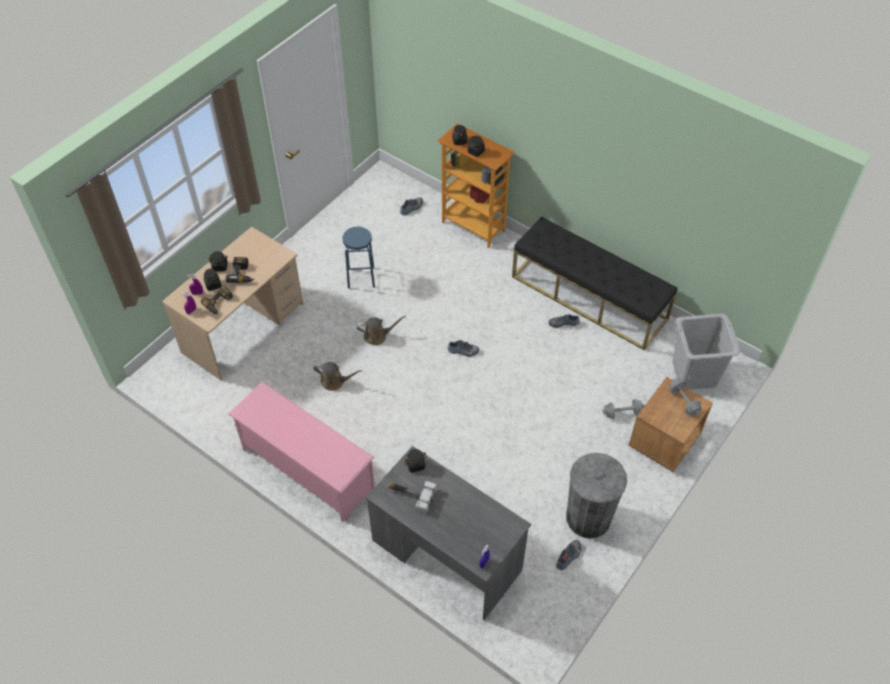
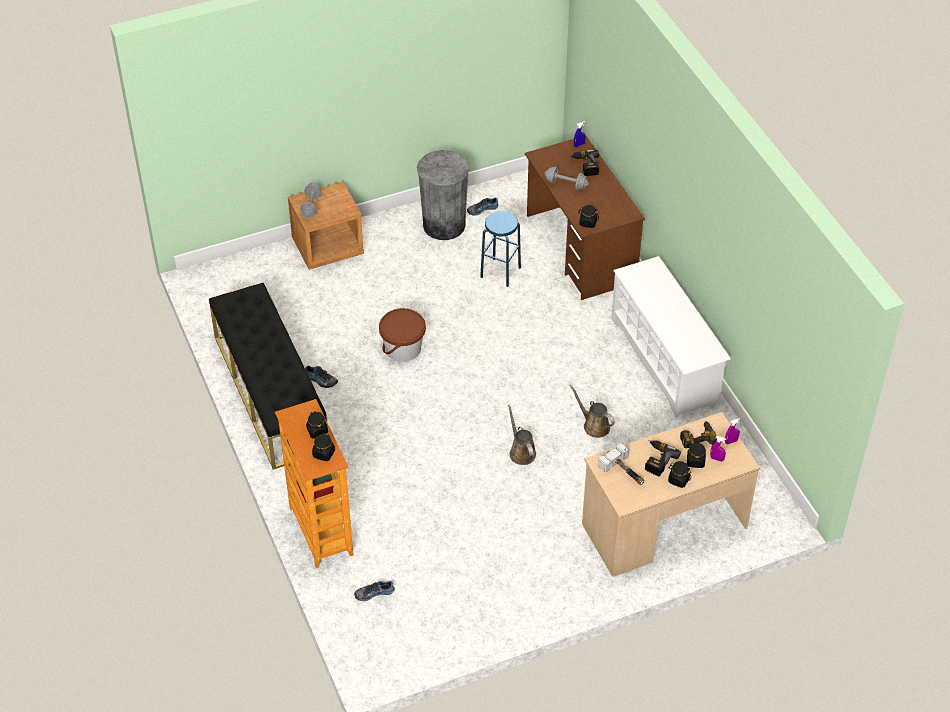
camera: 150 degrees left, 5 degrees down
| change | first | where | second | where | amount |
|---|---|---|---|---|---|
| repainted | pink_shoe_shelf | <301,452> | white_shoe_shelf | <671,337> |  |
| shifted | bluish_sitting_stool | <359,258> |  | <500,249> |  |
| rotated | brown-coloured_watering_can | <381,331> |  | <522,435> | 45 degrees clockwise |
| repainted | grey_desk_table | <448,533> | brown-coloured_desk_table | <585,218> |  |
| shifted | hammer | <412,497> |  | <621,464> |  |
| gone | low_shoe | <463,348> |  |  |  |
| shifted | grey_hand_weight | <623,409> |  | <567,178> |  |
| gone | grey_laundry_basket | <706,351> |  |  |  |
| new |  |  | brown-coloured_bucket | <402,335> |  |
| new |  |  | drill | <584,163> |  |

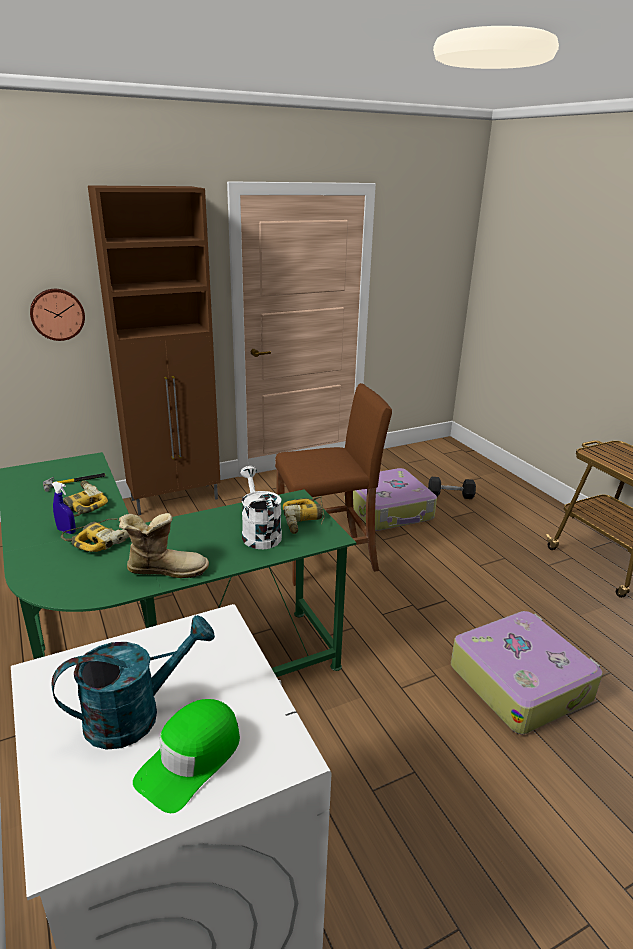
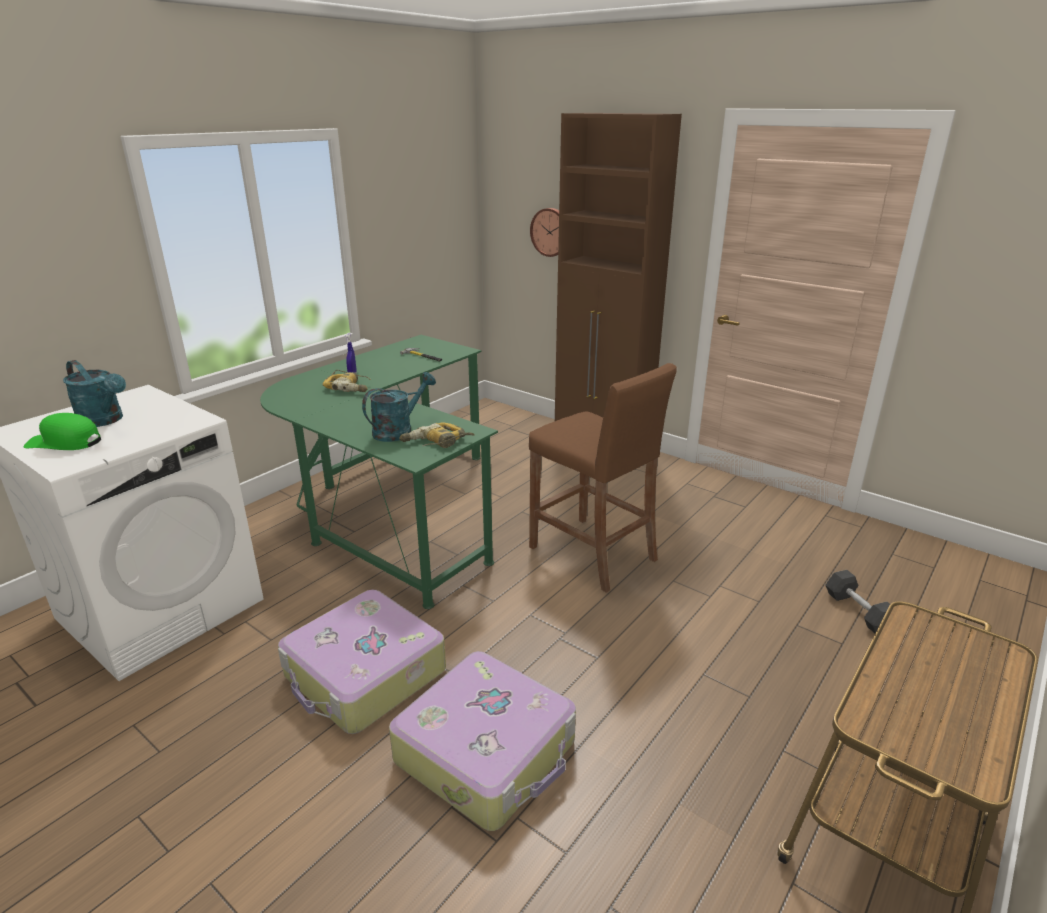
camera: 65 degrees right, 0 degrees up
| change | first | where | second | where | amount |
|---|---|---|---|---|---|
| gone | drill | <85,499> |  |  |  |
| gone | high-top_boot | <164,545> |  |  |  |
| repainted | white_watering_can | <261,507> | turquoise_watering_can | <399,407> |  |
| shifted | suitcase | <390,499> |  | <362,662> |  |

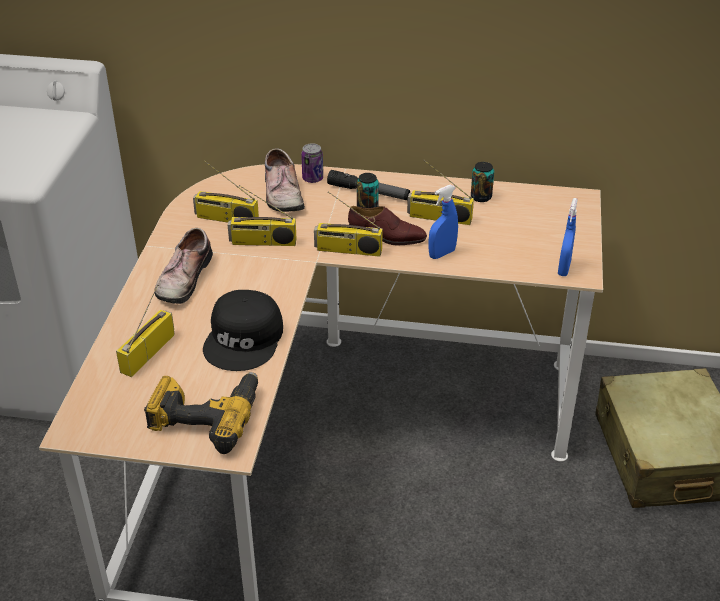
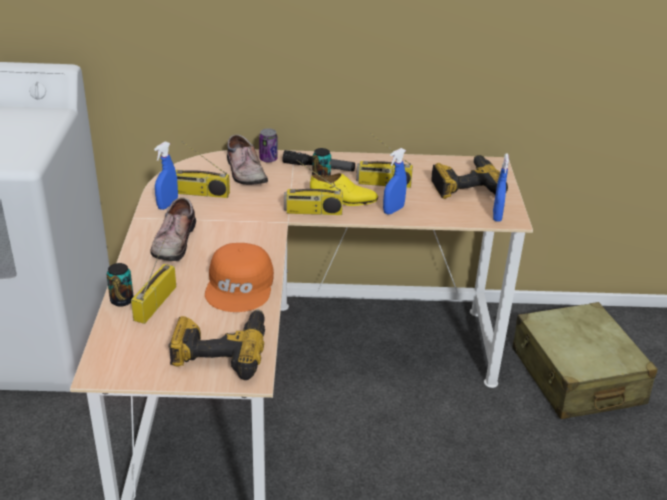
camera: 10 degrees left, 5 degrees down
| change | first | where | second | where | amount |
|---|---|---|---|---|---|
| repainted | black_cap | <243,330> | orangey_cap | <239,277> |  |
| gone | radio_set | <262,215> |  |  |  |
| repainted | brown-coloured_low_shoe | <387,225> | yellowish_low_shoe | <344,189> |  |
| shifted | sealed_can | <482,182> |  | <120,285> |  |
| new |  |  | bluish_hand_sprayer | <166,176> |  |
| new |  |  | drill | <470,177> |  |

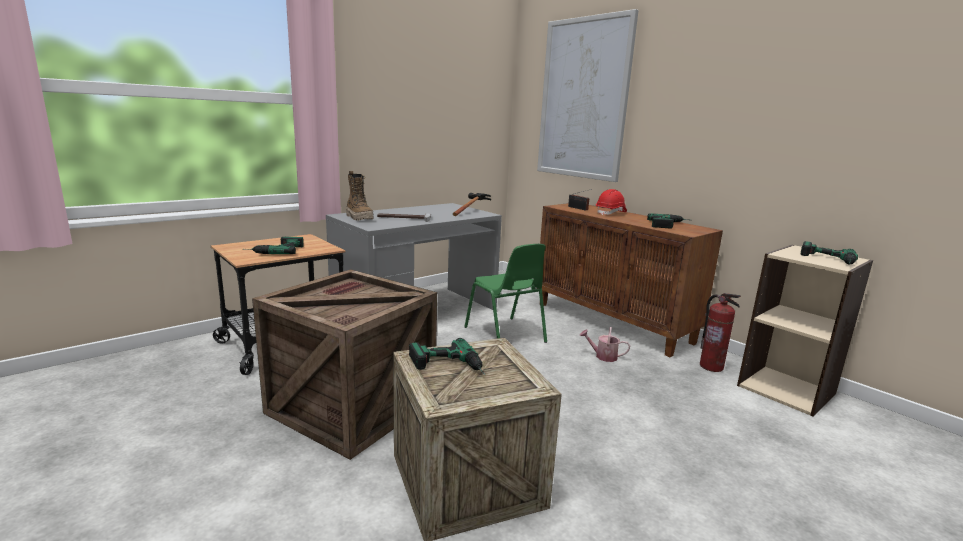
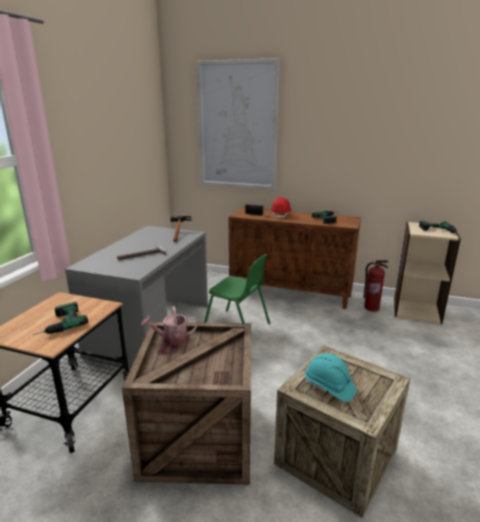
camera: 30 degrees left, 5 degrees up
| change | first | where | second | where | amount |
|---|---|---|---|---|---|
| gone | high-top_boot | <360,196> |  |  |  |
| swapped | drill | <447,356> | turquoise_safety_helmet | <330,377> |  |
| shifted | watering_can | <605,344> |  | <170,325> |  |

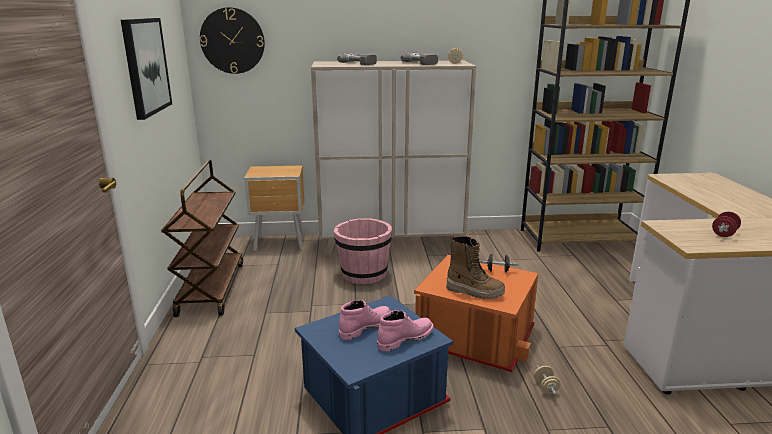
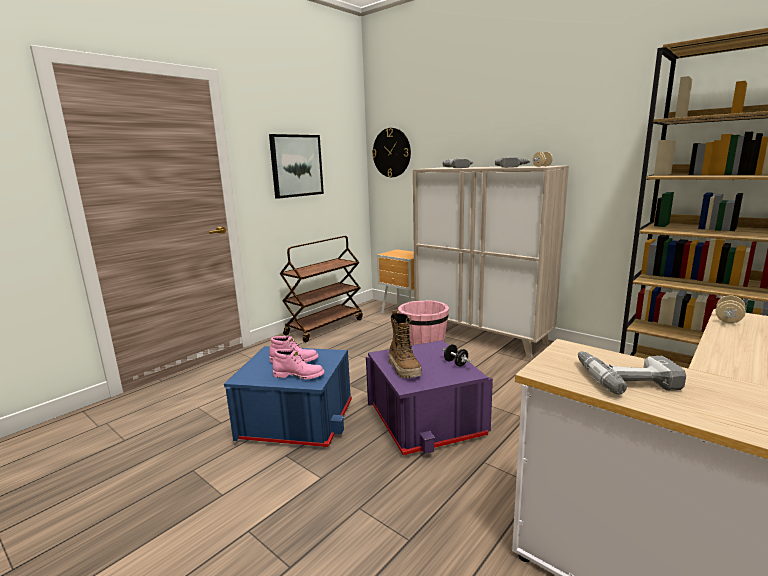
camera: 45 degrees right, 5 degrees down
| change | first | where | second | where | amount |
|---|---|---|---|---|---|
| repainted | orangey_storage_box | <476,313> | purplish_storage_box | <429,397> |  |
| shifted | beige_hand_weight | <547,380> |  | <730,309> |  |
| swapped | reddish_hand_weight | <726,224> | drill | <632,373> |  |

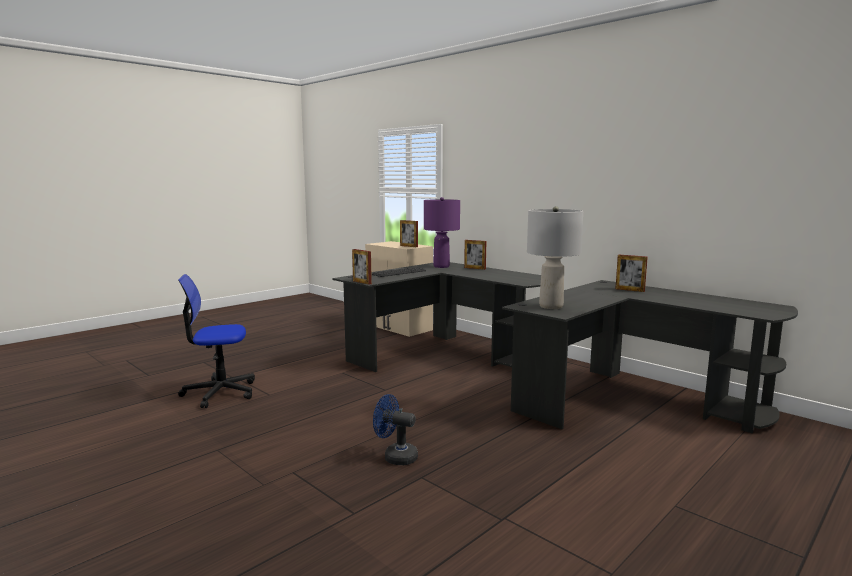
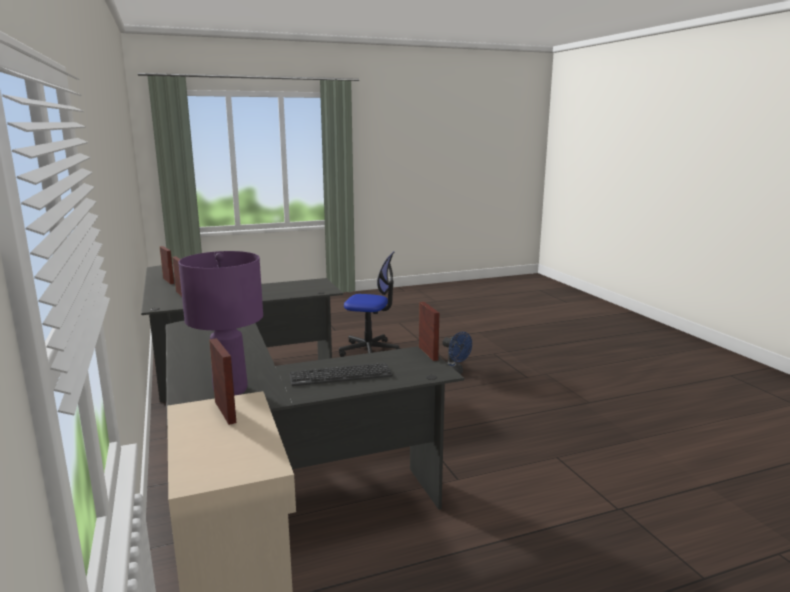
camera: 155 degrees left, 5 degrees up
| change | first | where | second | where | amount |
|---|---|---|---|---|---|
| shifted | desk_chair | <216,341> |  | <370,304> |  |
| shifted | standing_frame | <475,255> |  | <167,265> |  |
| gone | grey_lamp_for_a_table | <555,257> |  |  |  |

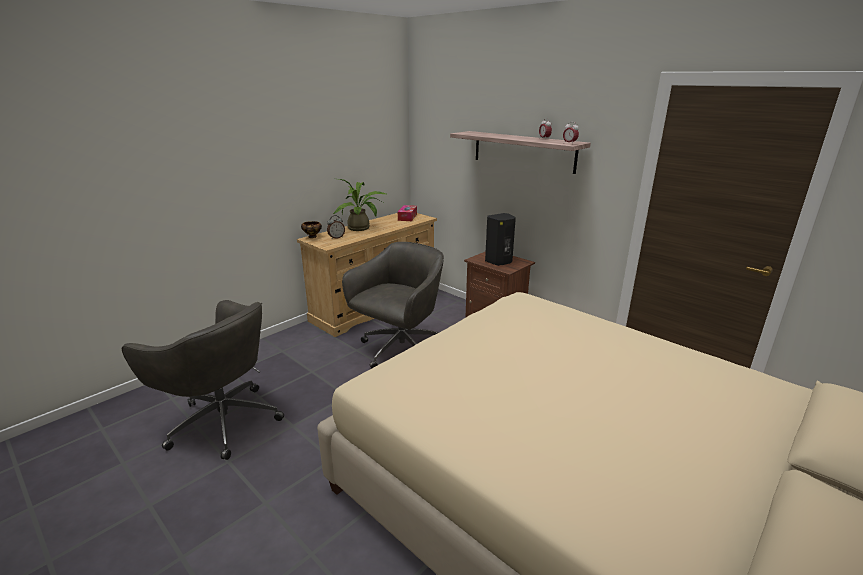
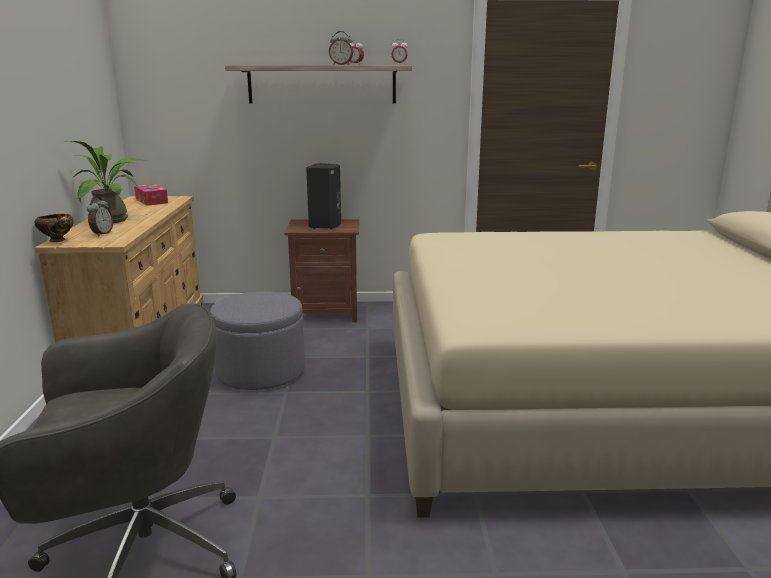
camera: 45 degrees left, 5 degrees down
| change | first | where | second | where | amount |
|---|---|---|---|---|---|
| swapped | grey_desk_chair | <393,305> | grey_pouffe | <257,341> |  |
| new |  |  | table_clock | <341,48> |  |

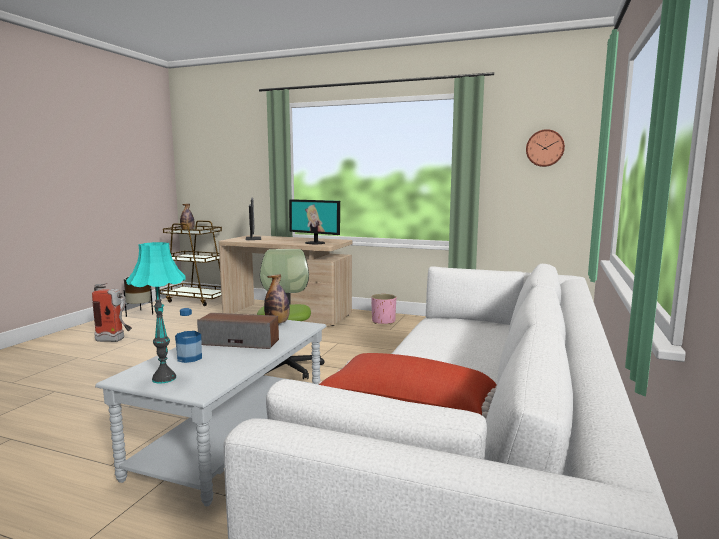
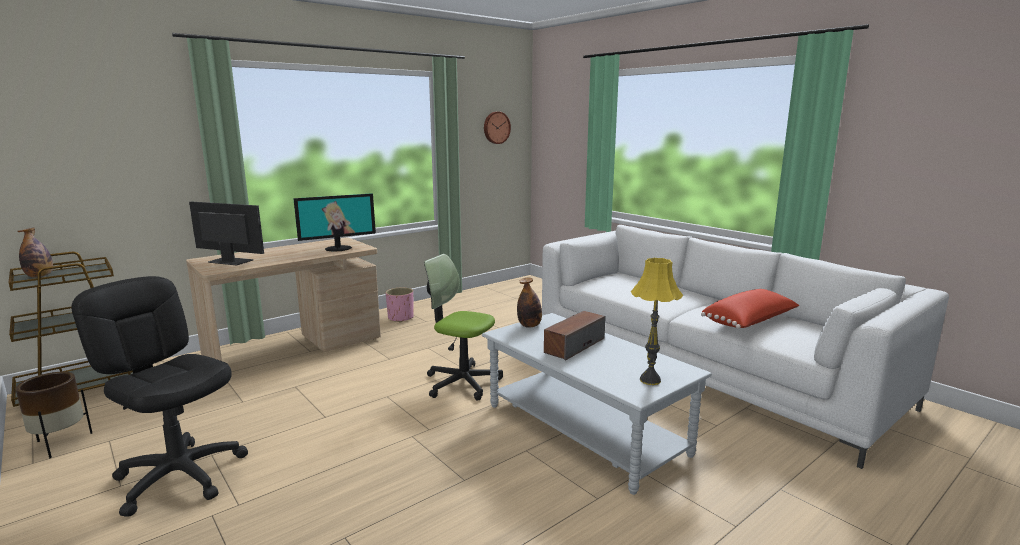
camera: 60 degrees left, 5 degrees up
| change | first | where | second | where | amount |
|---|---|---|---|---|---|
| swapped | fire_extinguisher | <112,312> | black_desk_chair | <159,396> |  |
| repainted | turquoise_lamp_for_a_table | <156,312> | yellowish_lamp_for_a_table | <657,321> |  |
| gone | drink_bottle | <188,335> |  |  |  |

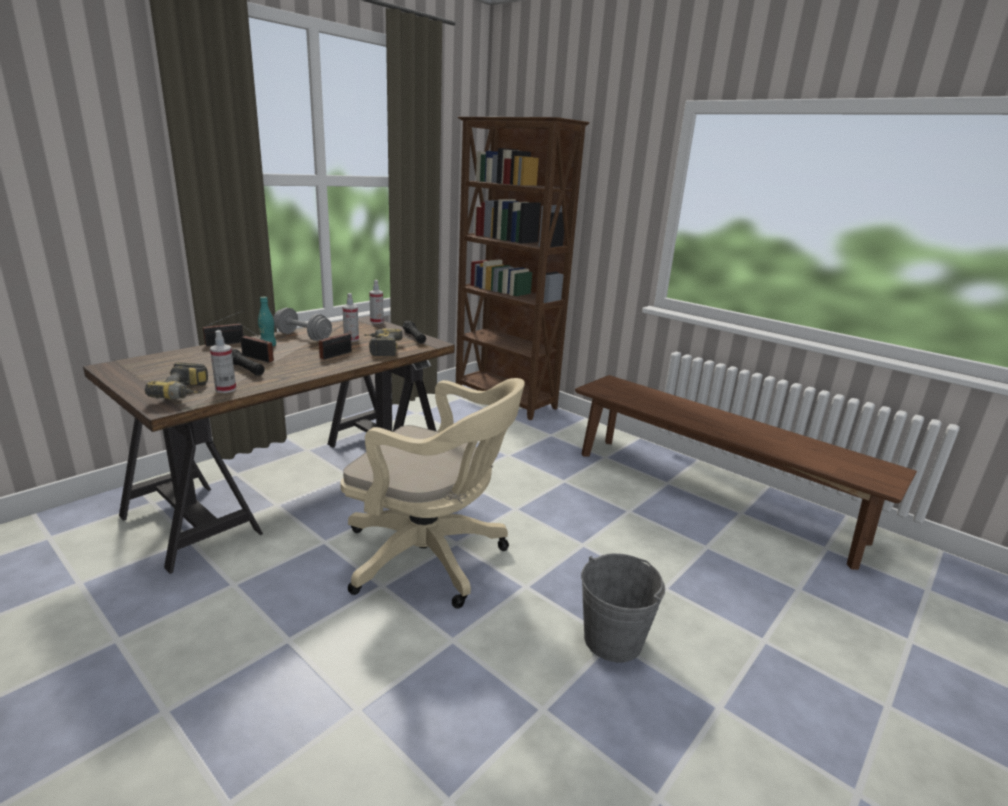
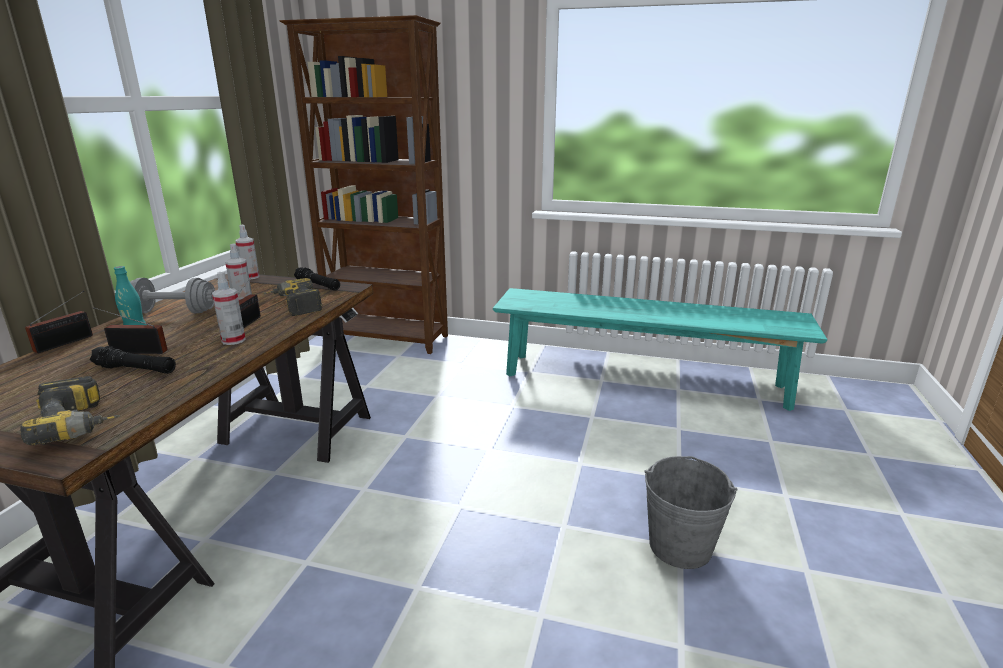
camera: 25 degrees left, 0 degrees up
| change | first | where | second | where | amount |
|---|---|---|---|---|---|
| shifted | hand_sprayer | <223,361> |  | <229,308> |  |
| gone | beige_desk_chair | <432,493> |  |  |  |
| repainted | brown-coloured_bench | <746,472> | turquoise_bench | <660,349> |  |

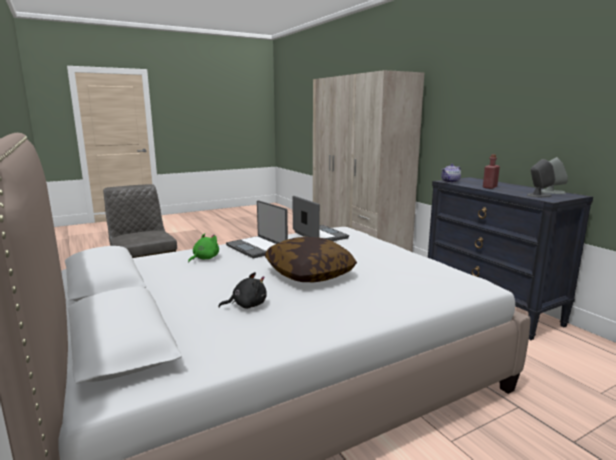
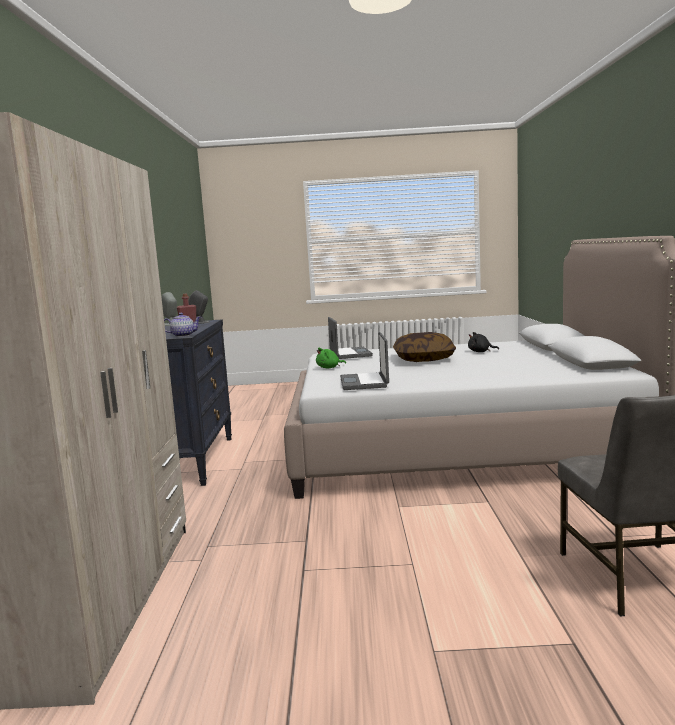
camera: 150 degrees left, 5 degrees down
| change | first | where | second | where | amount |
|---|---|---|---|---|---|
| shifted | green-coloured_cuddly_toy | <203,248> |  | <331,358> |  |
| shifted | laptop | <257,229> |  | <350,338> |  |

